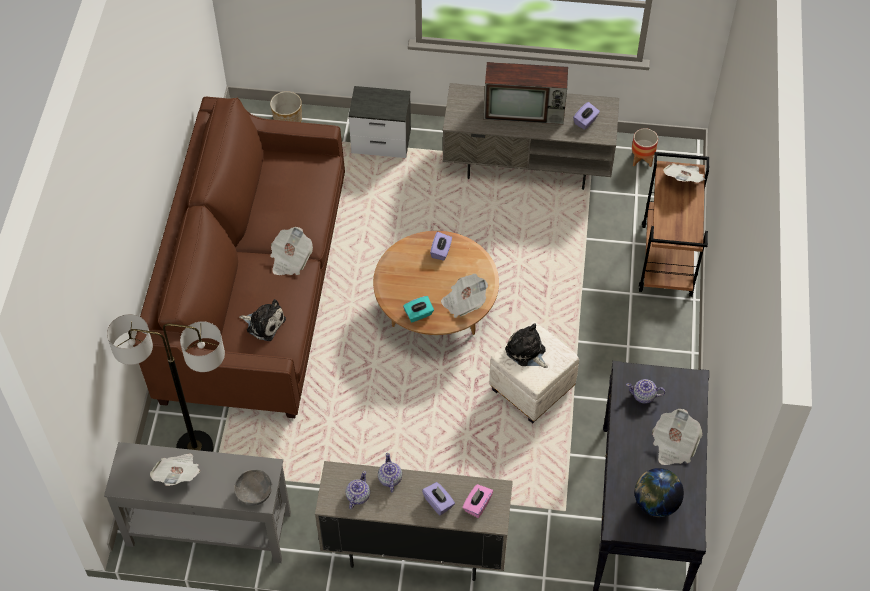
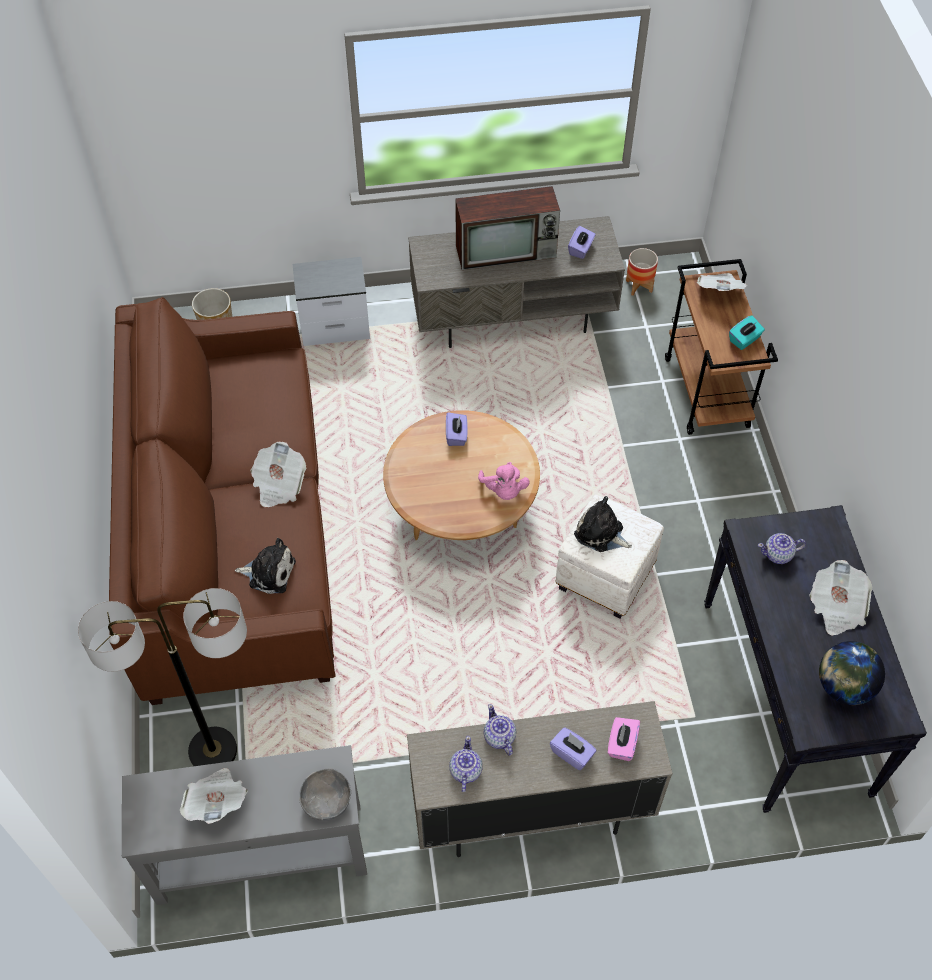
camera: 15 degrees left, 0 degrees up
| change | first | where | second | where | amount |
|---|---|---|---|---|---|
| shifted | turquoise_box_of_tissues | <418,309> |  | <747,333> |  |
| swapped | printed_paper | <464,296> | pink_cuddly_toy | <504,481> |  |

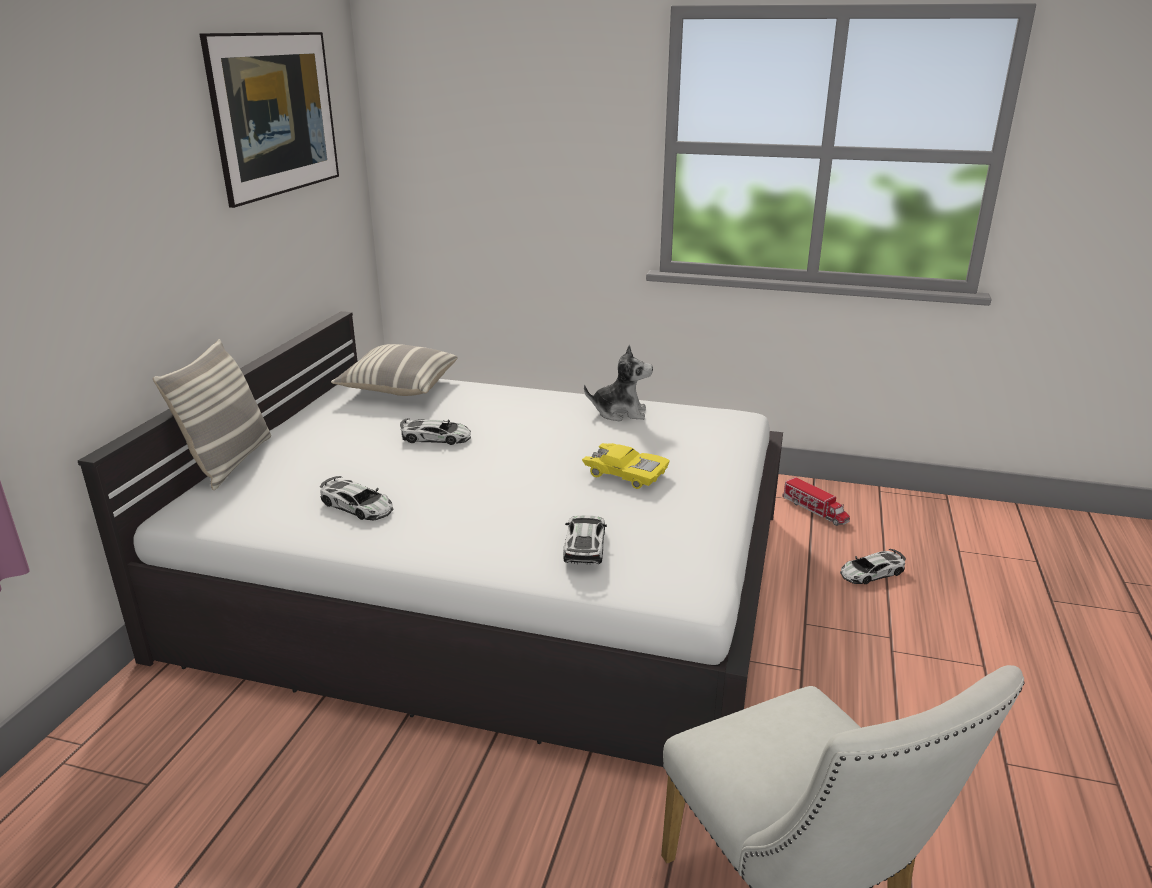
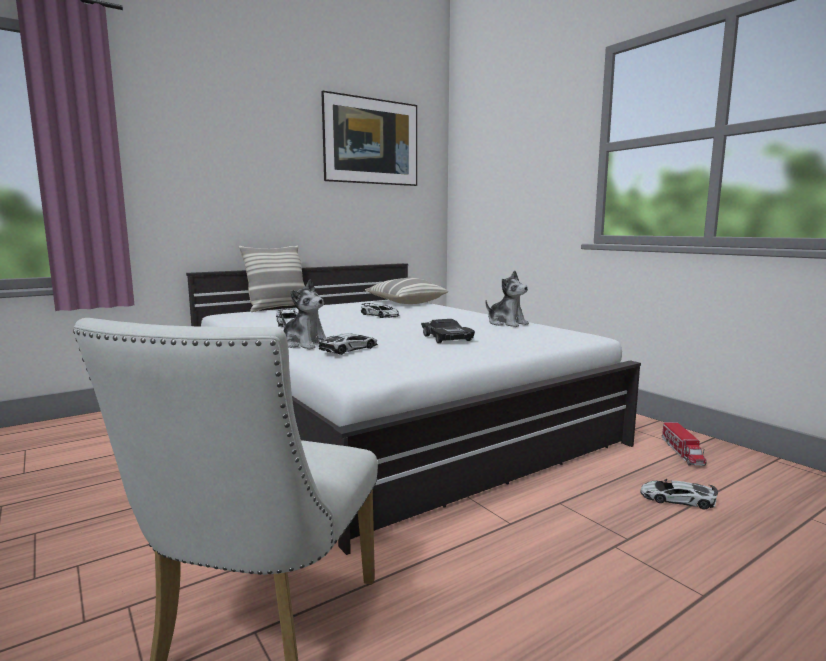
camera: 40 degrees right, 15 degrees down
| change | first | where | second | where | amount |
|---|---|---|---|---|---|
| repainted | yellowish_toy_car | <626,466> | black_toy_car | <448,331> |  |
| new |  |  | cuddly_toy | <304,314> |  |

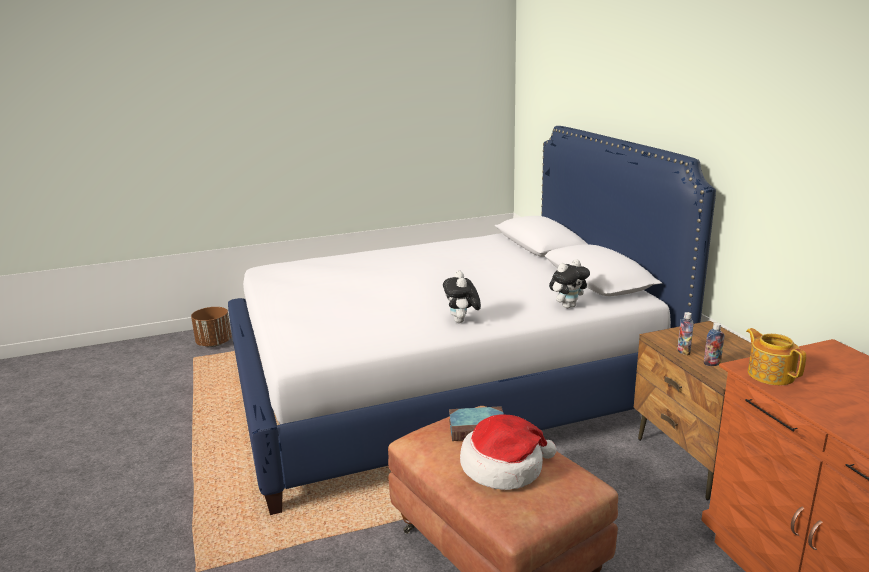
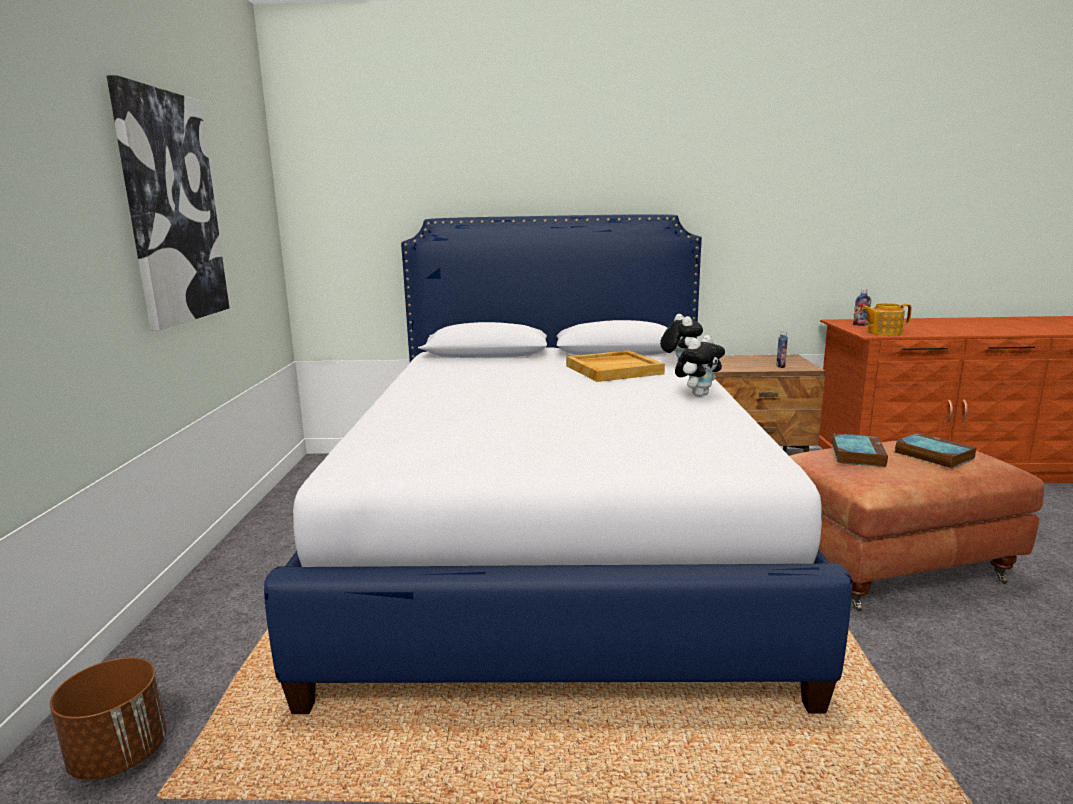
camera: 70 degrees left, 5 degrees down
| change | first | where | second | where | amount |
|---|---|---|---|---|---|
| rotated | cuddly_toy | <462,297> |  | <700,366> | 60 degrees counterclockwise |
| swapped | wearable_hat | <508,452> | book | <935,450> |  |
| shifted | drink_bottle | <685,333> |  | <862,307> |  |
| new |  |  | picture | <168,203> |  |
| new |  |  | beige_tray | <615,366> |  |

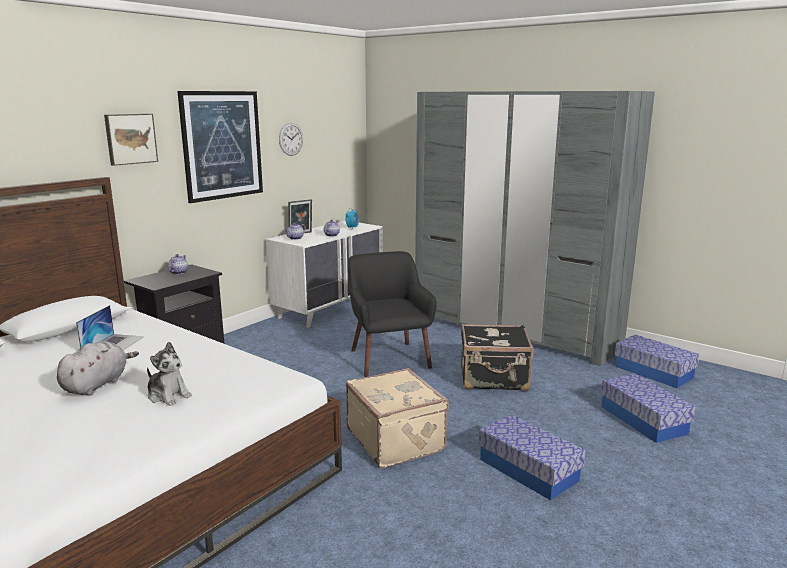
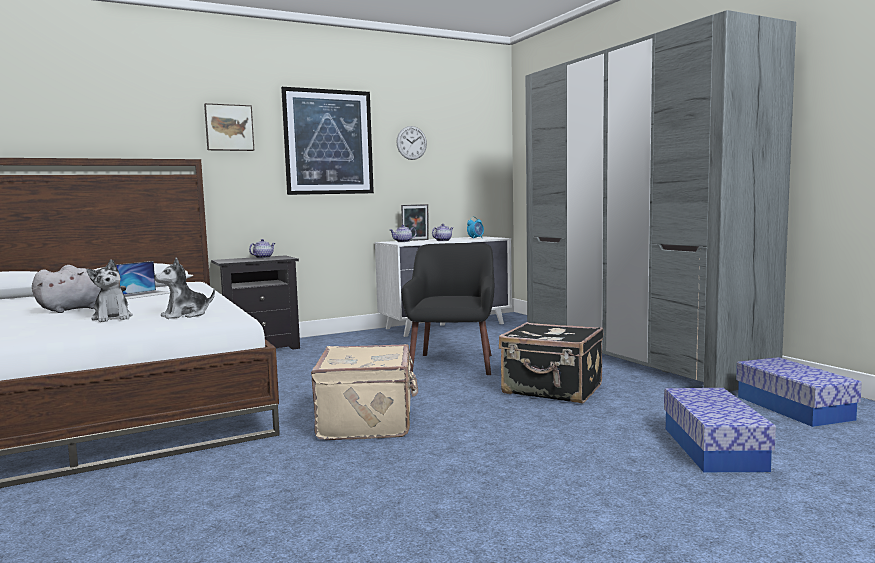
camera: 25 degrees right, 10 degrees down
| change | first | where | second | where | amount |
|---|---|---|---|---|---|
| gone | storage_box | <532,457> |  |  |  |
| new |  |  | cuddly_toy | <184,288> |  |

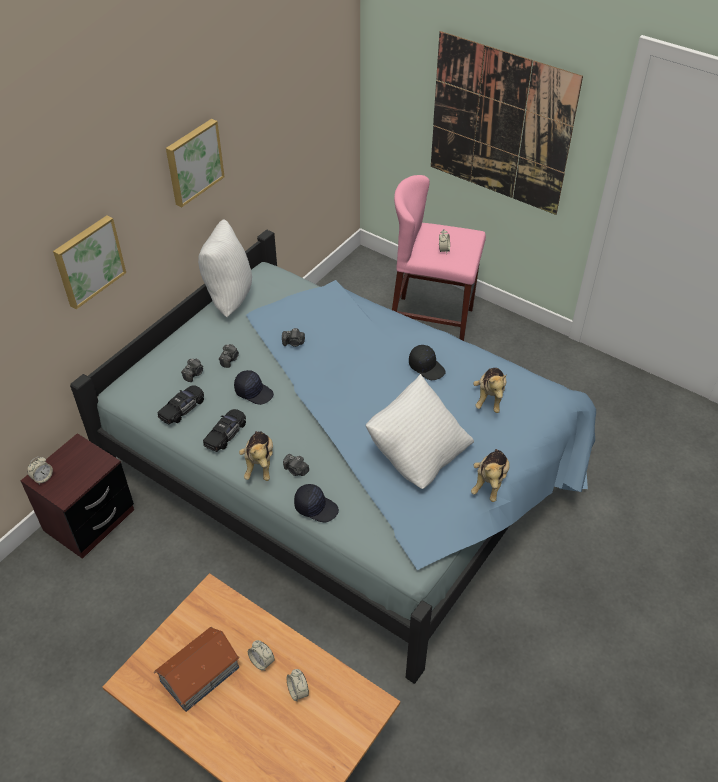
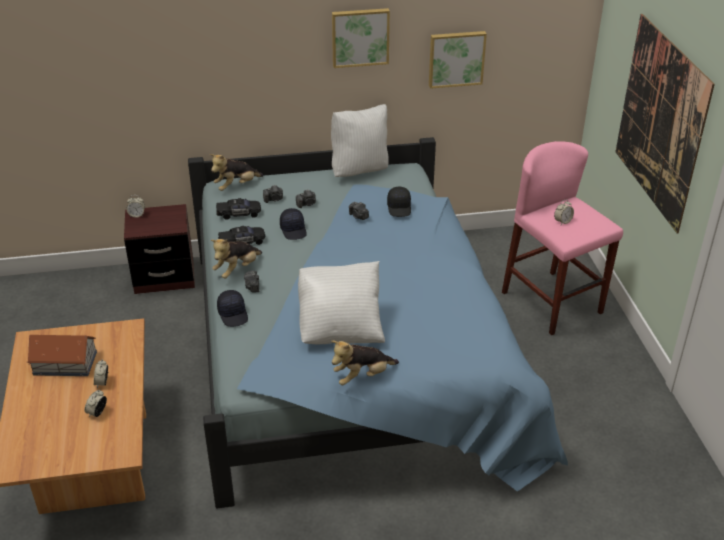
camera: 45 degrees right, 10 degrees down
| change | first | where | second | where | amount |
|---|---|---|---|---|---|
| shifted | picture | <89,262> |  | <458,60> |  |
| shifted | black_cap | <427,362> |  | <399,202> |  |
| shifted | cuddly_toy | <490,390> |  | <237,172> |  |

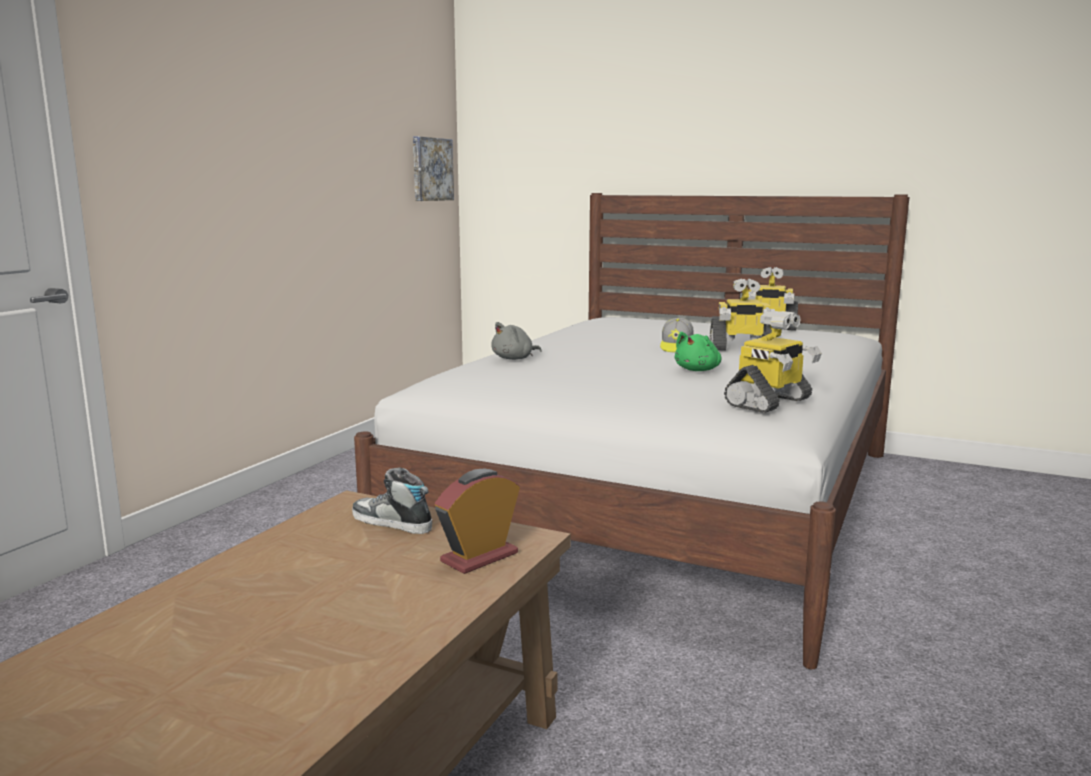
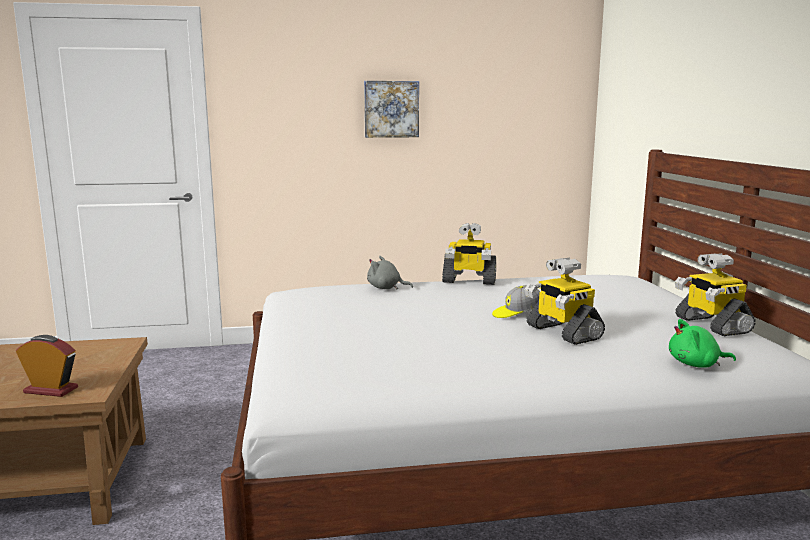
camera: 55 degrees right, 0 degrees up
| change | first | where | second | where | amount |
|---|---|---|---|---|---|
| gone | low_shoe | <392,500> |  |  |  |
| shifted | picture | <433,168> |  | <391,109> |  |
| shifted | green-coloured_cuddly_toy | <698,351> |  | <702,343> |  |
| shifted | robot_figure | <773,362> |  | <469,254> |  |

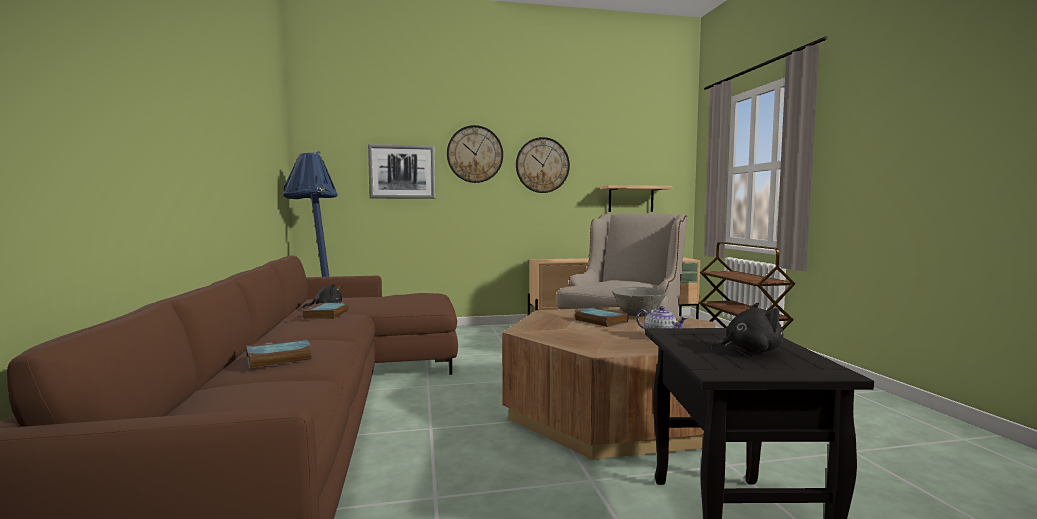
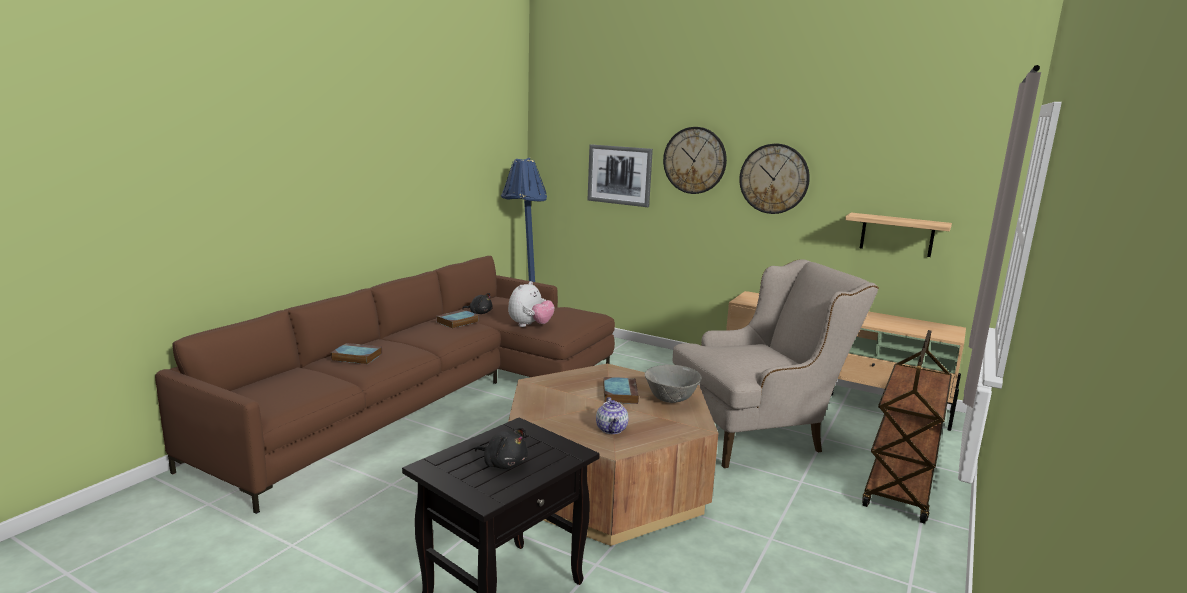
camera: 40 degrees right, 10 degrees up
| change | first | where | second | where | amount |
|---|---|---|---|---|---|
| new |  |  | cuddly_toy | <531,304> |  |

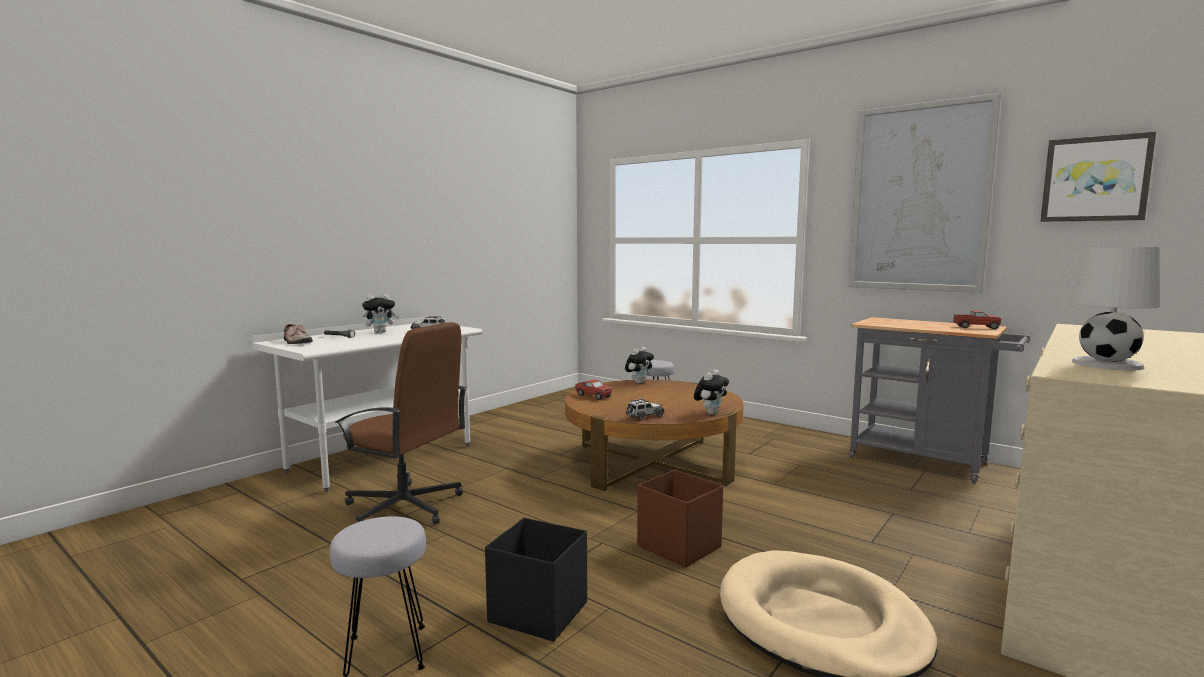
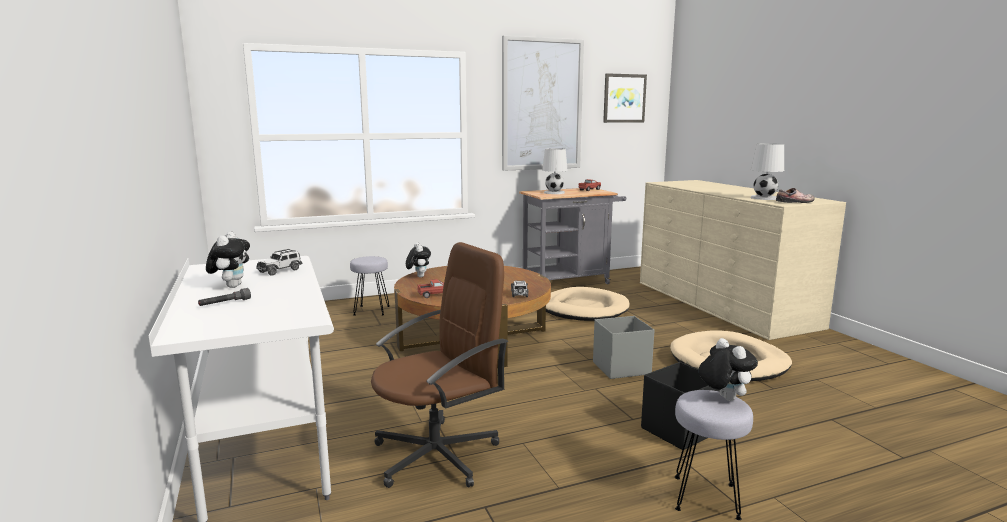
camera: 60 degrees left, 5 degrees up
| change | first | where | second | where | amount |
|---|---|---|---|---|---|
| shifted | low_shoe | <298,334> |  | <795,195> |  |
| repainted | brown-coloured_storage_box | <680,519> | grey_storage_box | <623,347> |  |
| shifted | cuddly_toy | <711,392> |  | <728,369> |  |
| new |  |  | white_lamp_for_a_table | <555,171> |  |
| new |  |  | beige_dog_cushion | <588,304> |  |

